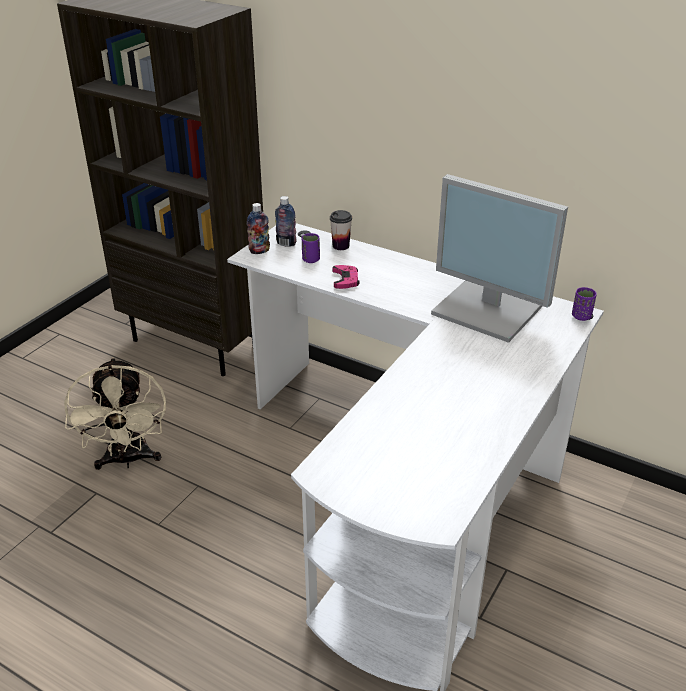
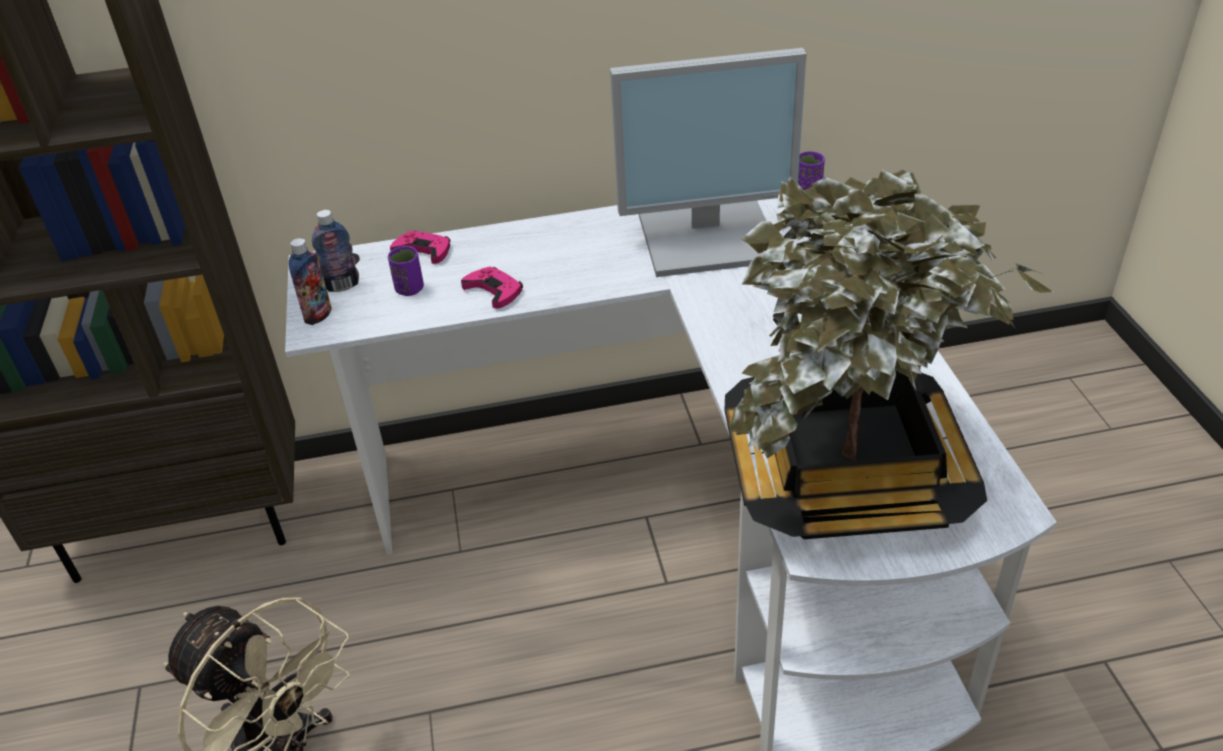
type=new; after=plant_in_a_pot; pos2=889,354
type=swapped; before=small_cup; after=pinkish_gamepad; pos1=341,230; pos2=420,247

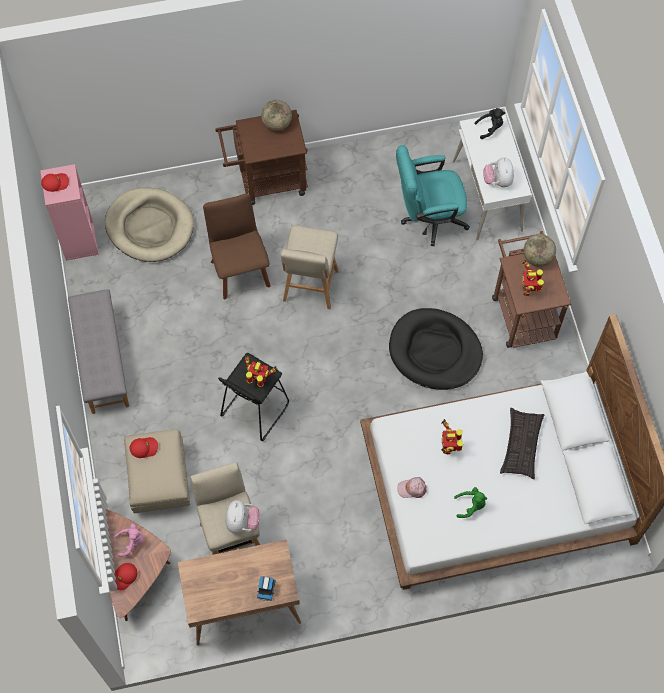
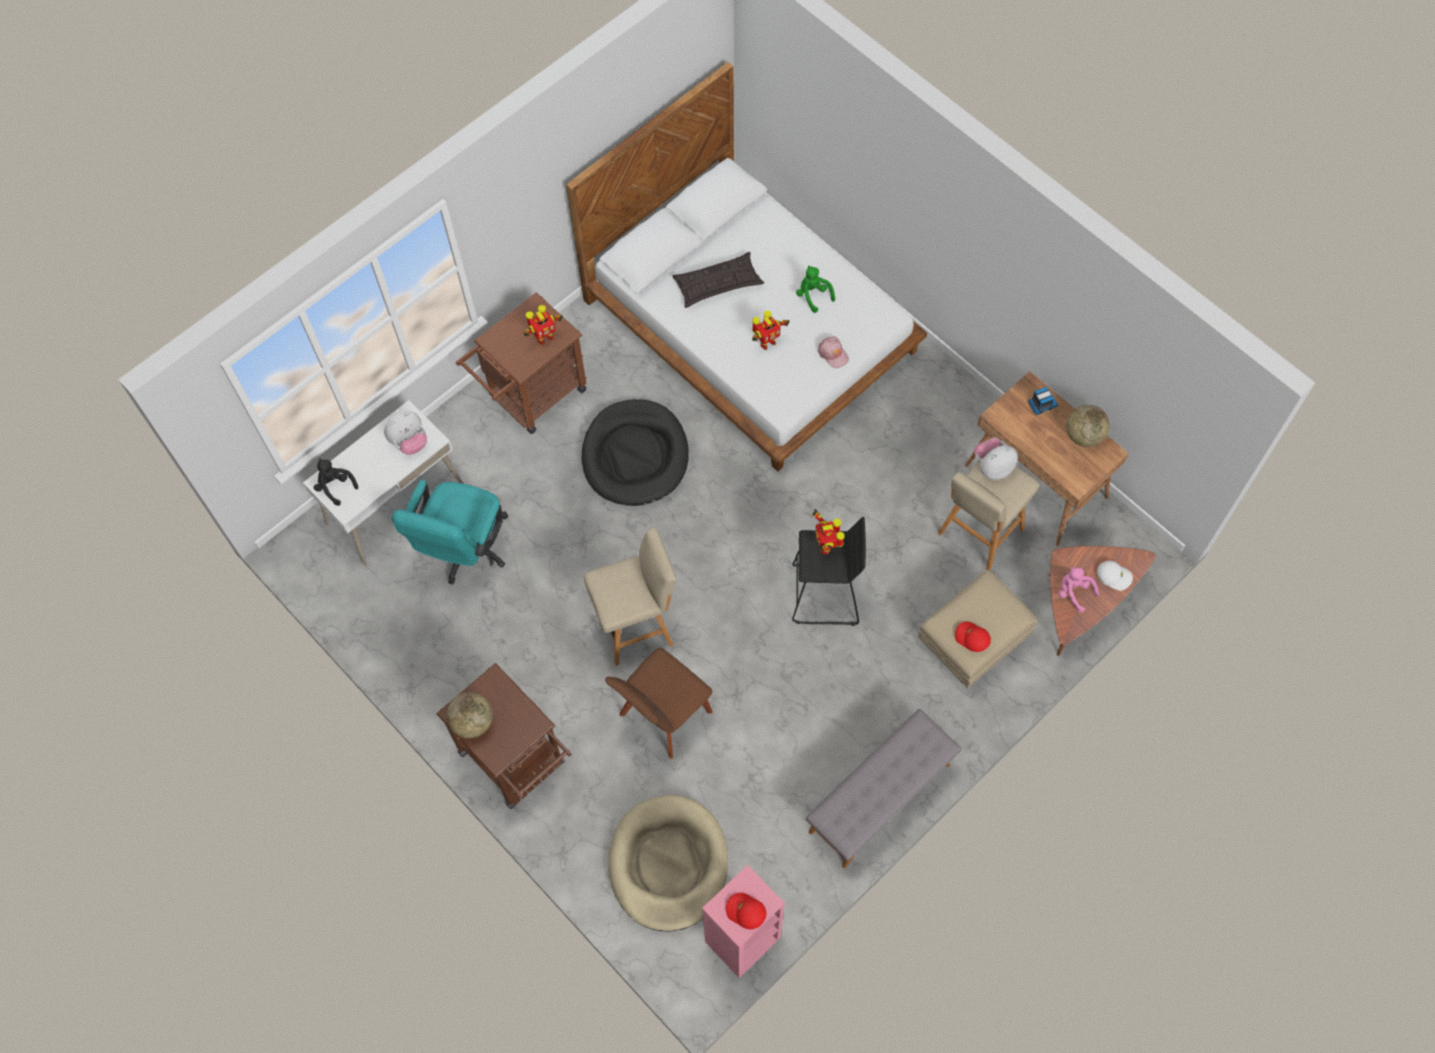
type=shifted; before=world_globe; pos1=539,250; pos2=1088,426
type=repainted; before=red_cap; after=white_cap; pos1=125,577; pos2=1115,576
type=rotated; before=turquoise_computer_chair; pos1=433,195; pos2=450,531; turn=60

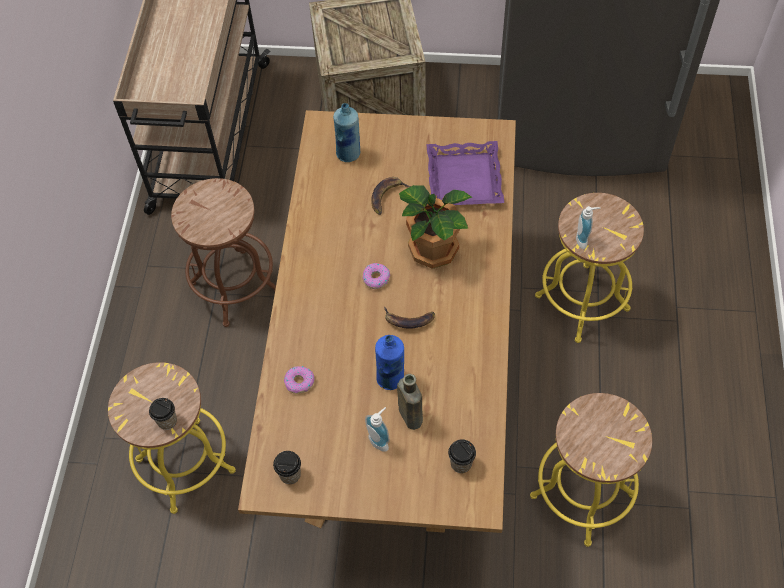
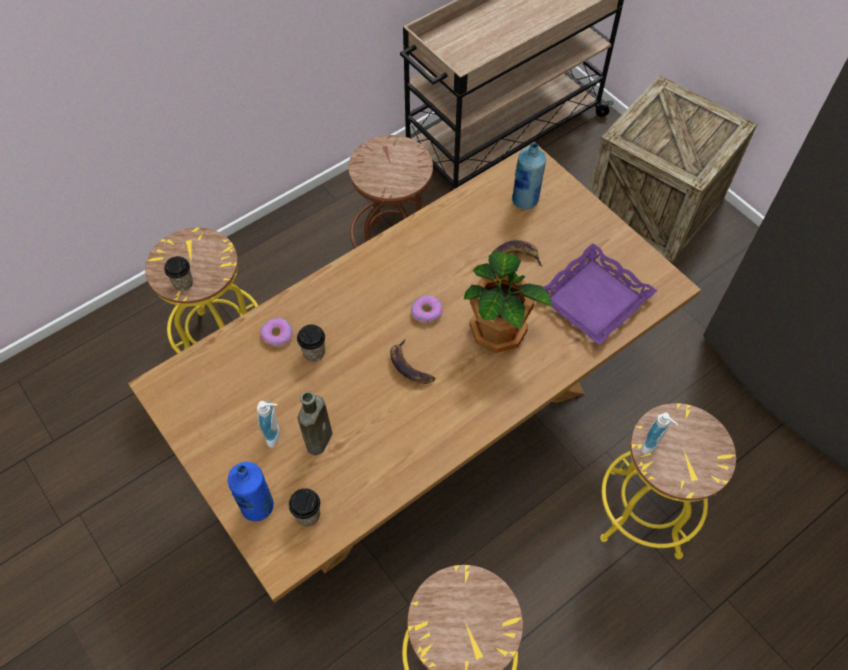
type=shifted; before=small_cup; pos1=287,467; pos2=311,343
type=shifted; before=blue-coloured_drink_bottle; pos1=389,362; pos2=251,491

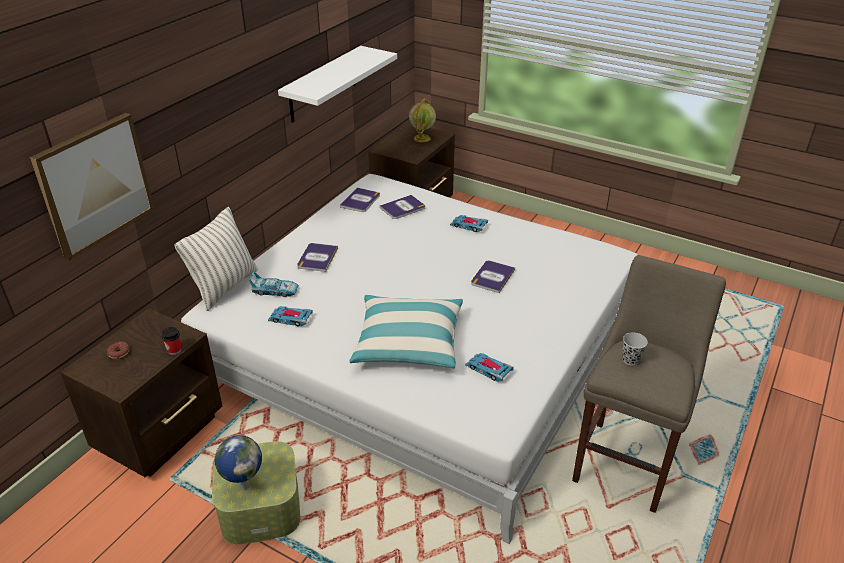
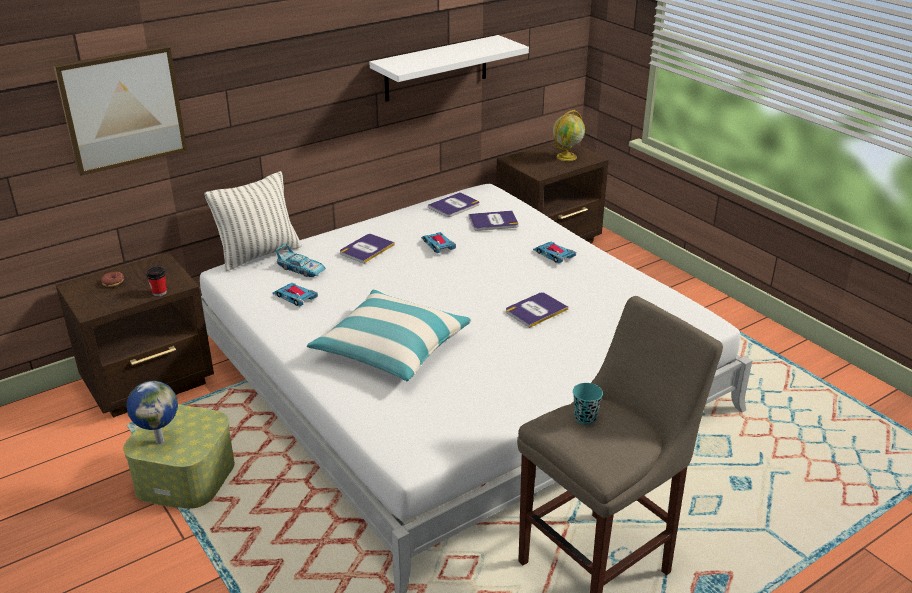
type=shifted; before=model_car; pos1=489,367; pos2=438,242
type=repainted; before=black_small_cup; after=turquoise_small_cup; pos1=635,349; pos2=588,404

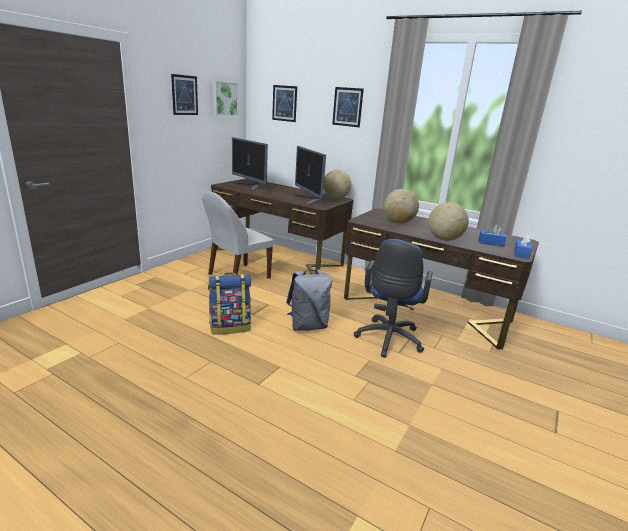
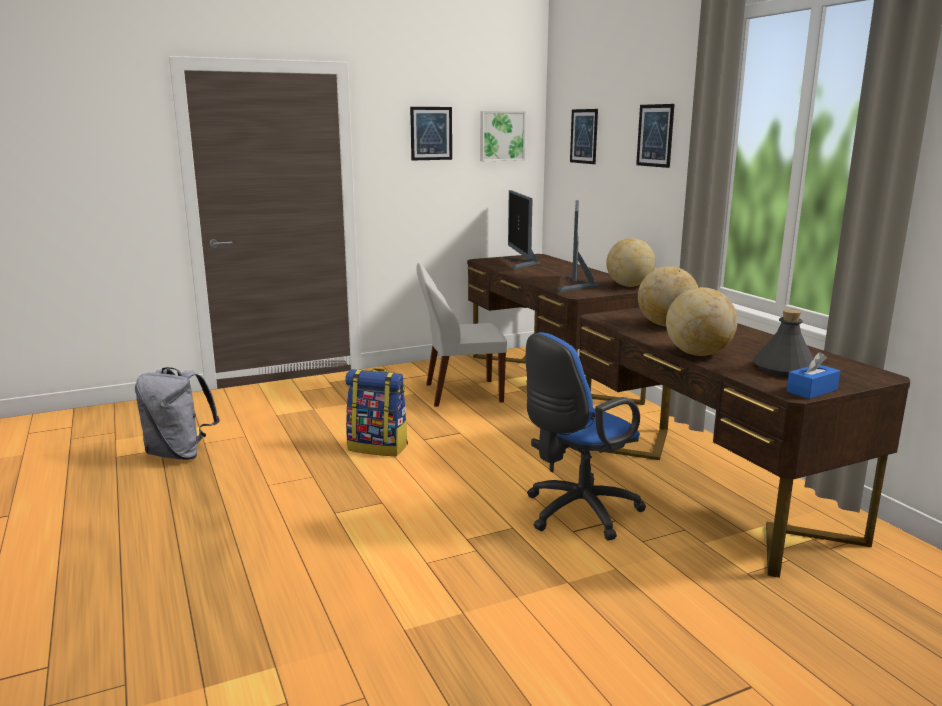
type=shifted; before=greyish_backpack; pos1=309,300; pos2=177,413
type=swapped; before=blue-coloured_tissue_box; after=greyish_drink_bottle; pos1=492,235; pos2=783,343

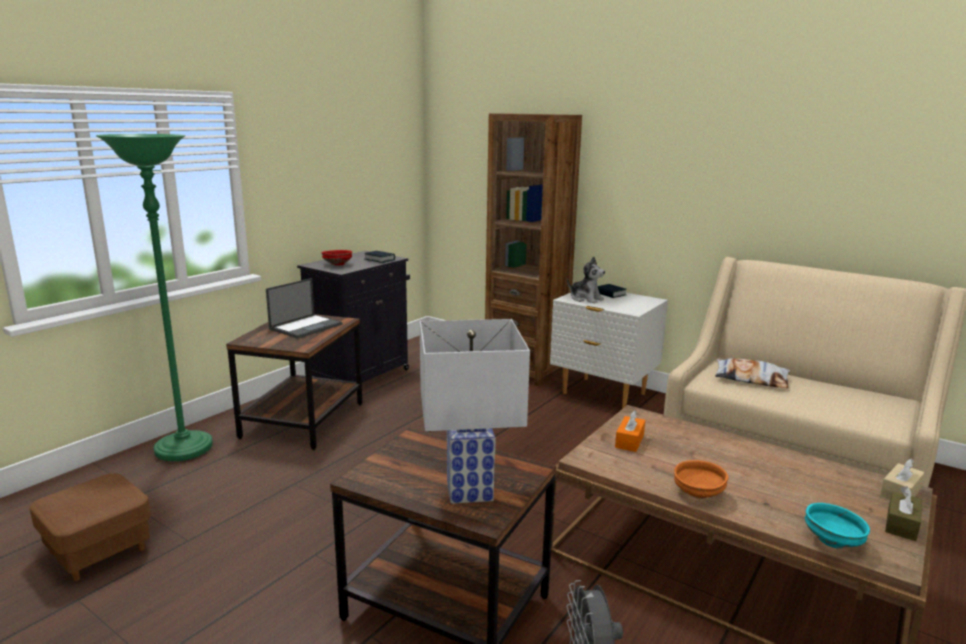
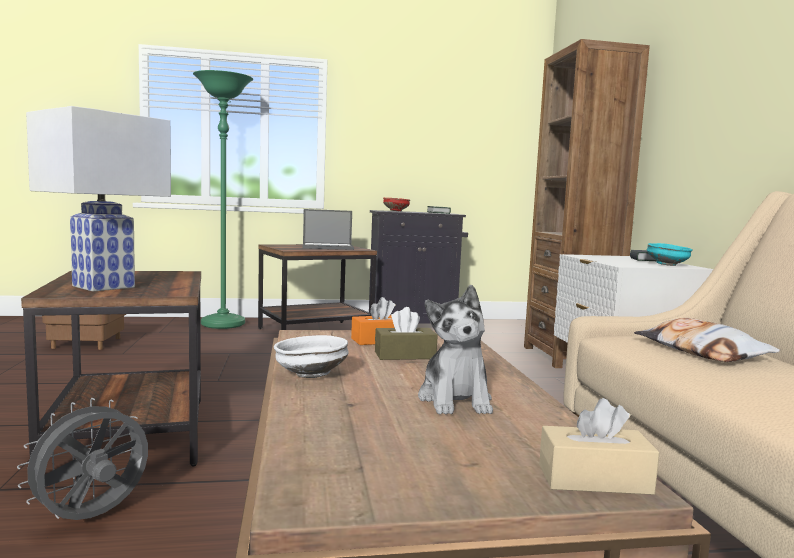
type=shifted; before=plush_toy; pos1=586,280; pos2=455,349
type=shifted; before=turquoise_serving_bowl; pos1=837,526; pos2=670,254
type=shifted; before=brown_tissue_box; pos1=903,513; pos2=406,333
type=repainted; before=orange_serving_bowl; after=white_serving_bowl; pos1=701,479; pos2=311,356

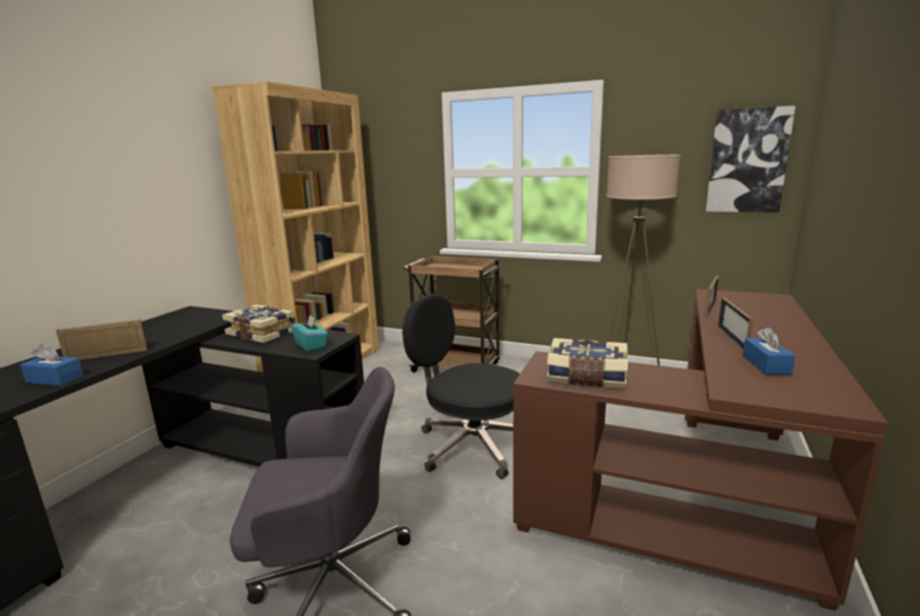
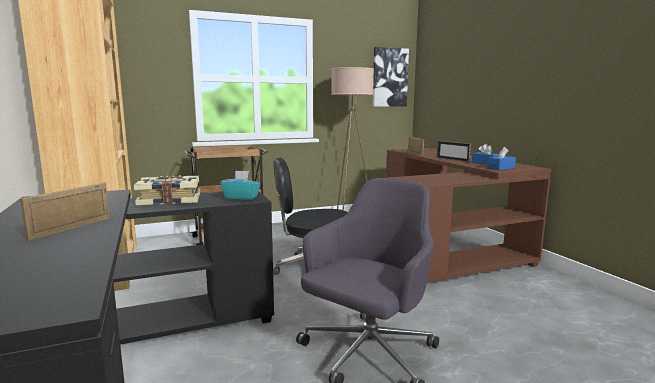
type=gone; before=book; pos1=587,363
type=shifted; before=blue-coloured_tissue_box; pos1=51,365; pos2=502,158

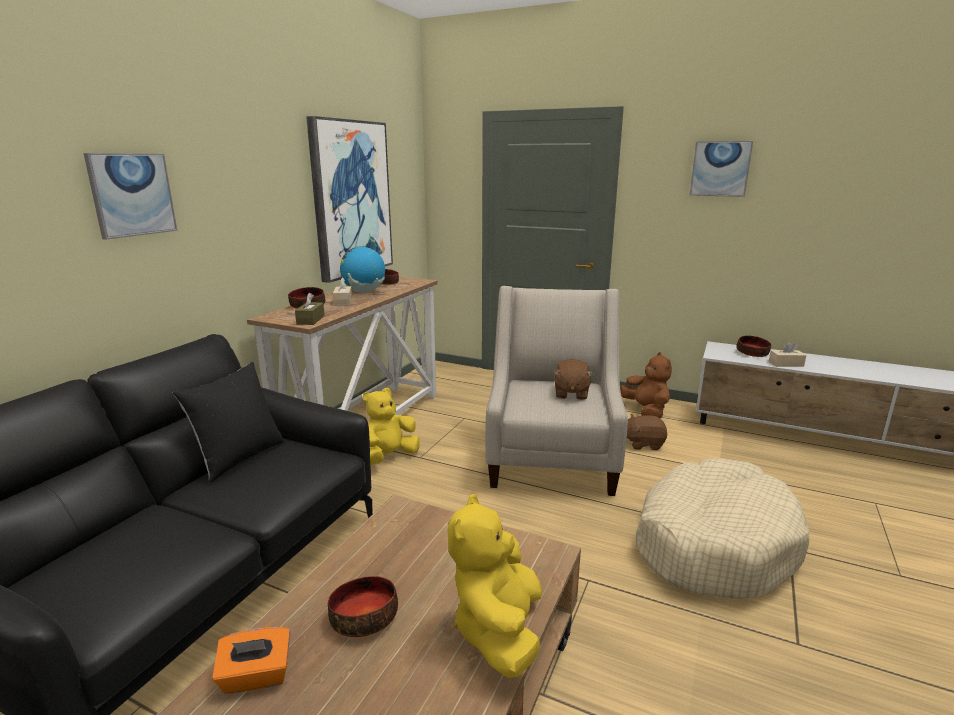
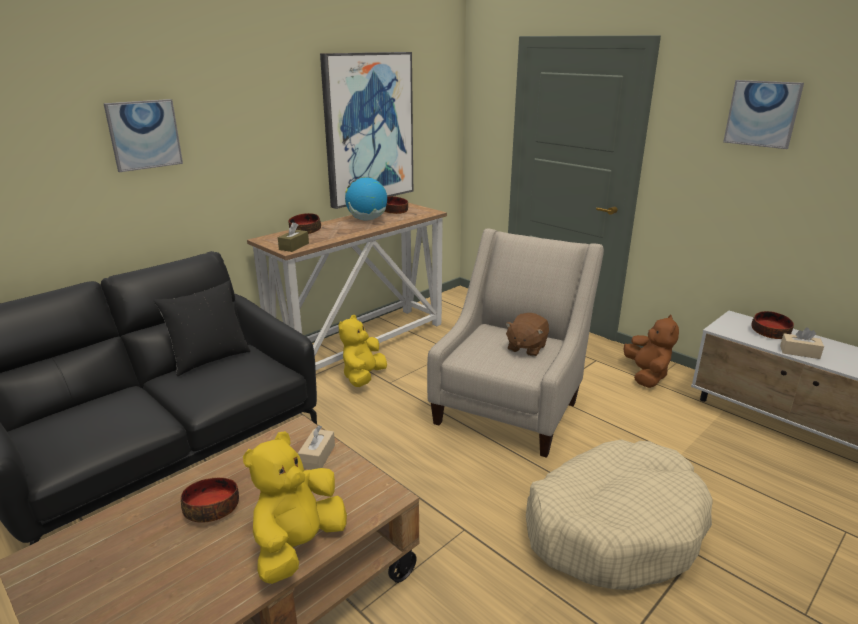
type=gone; before=orange_tissue_box; pos1=251,660
type=gone; before=brown_plush_toy; pos1=647,432
type=shifted; before=beige_tissue_box; pos1=342,291; pos2=316,447
type=rotated; before=yellowish_plush_toy; pos1=391,426; pos2=363,351; turn=-45

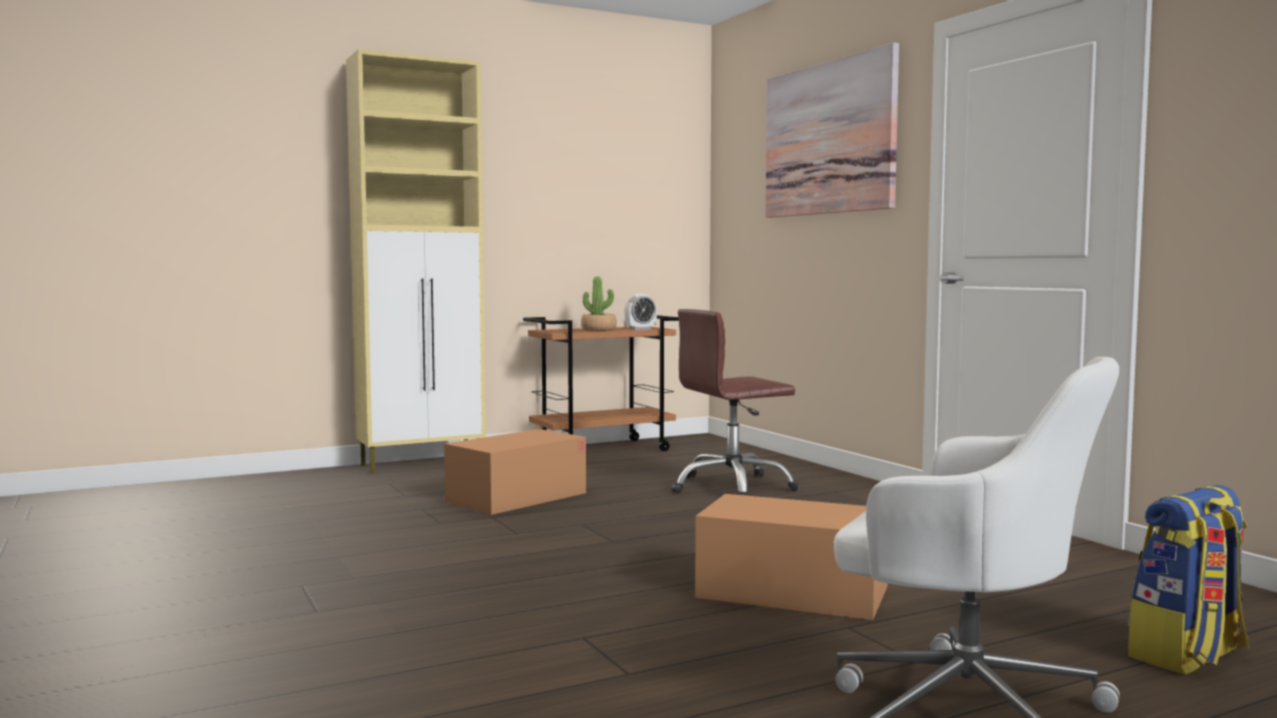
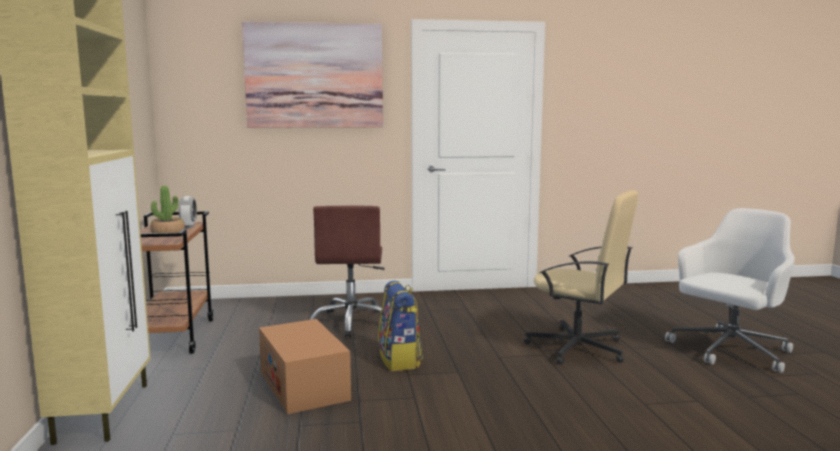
type=shifted; before=backpack; pos1=1189,579; pos2=400,326
type=swapped; before=packing_box; after=beige_computer_chair; pos1=791,557; pos2=581,277

